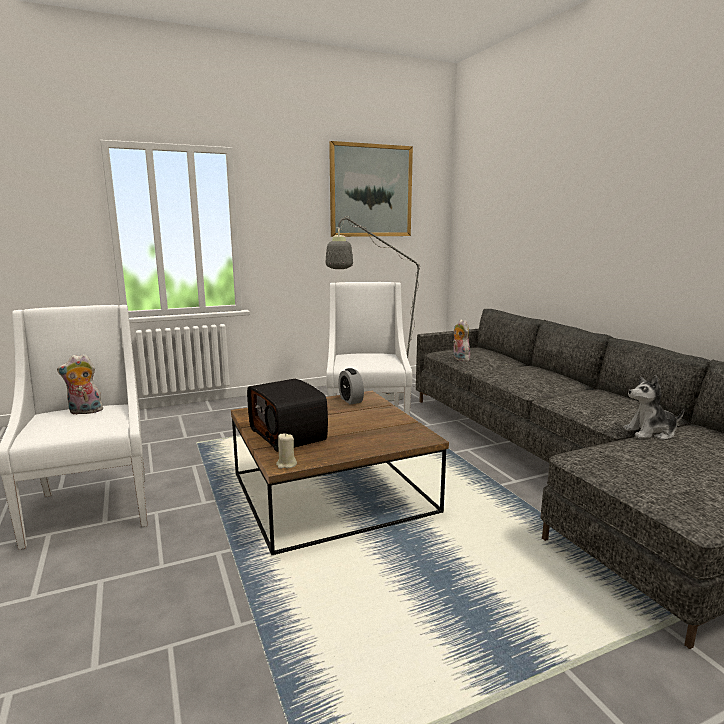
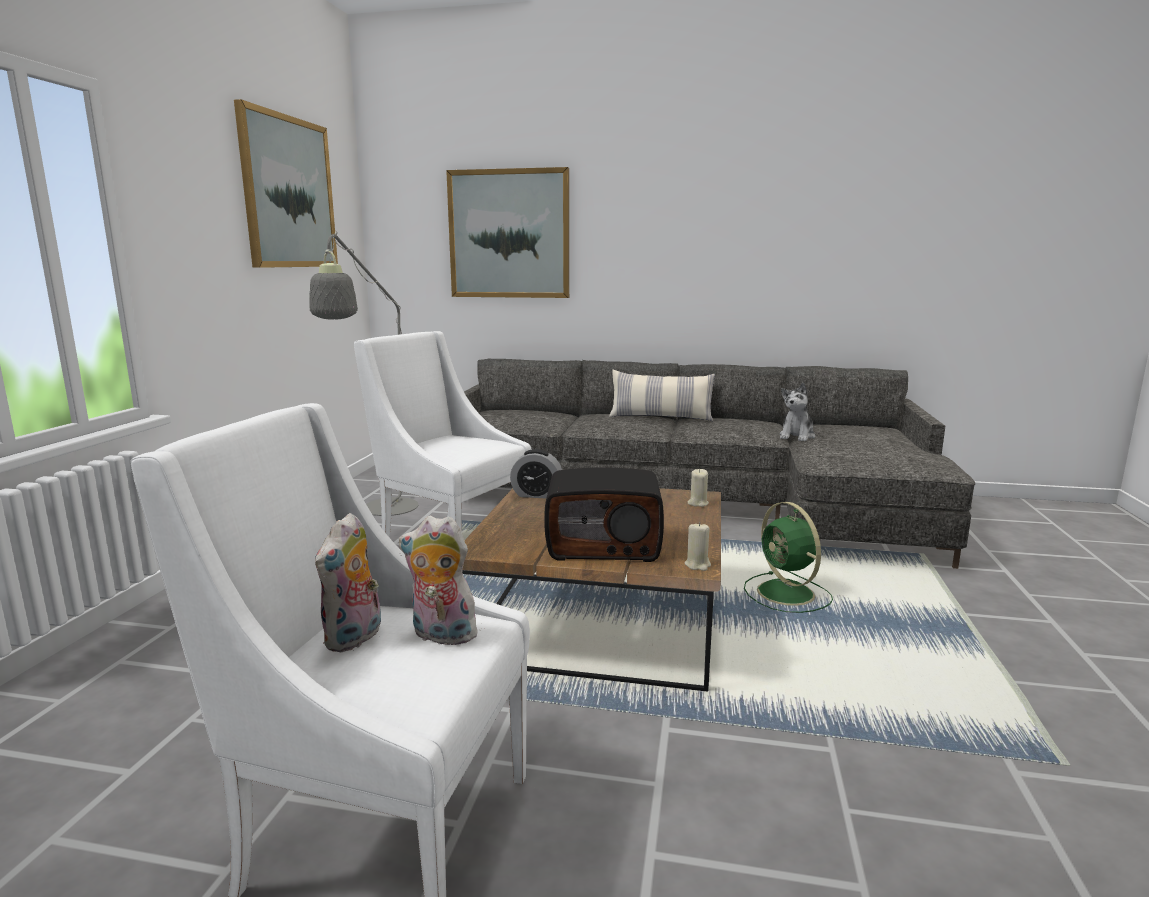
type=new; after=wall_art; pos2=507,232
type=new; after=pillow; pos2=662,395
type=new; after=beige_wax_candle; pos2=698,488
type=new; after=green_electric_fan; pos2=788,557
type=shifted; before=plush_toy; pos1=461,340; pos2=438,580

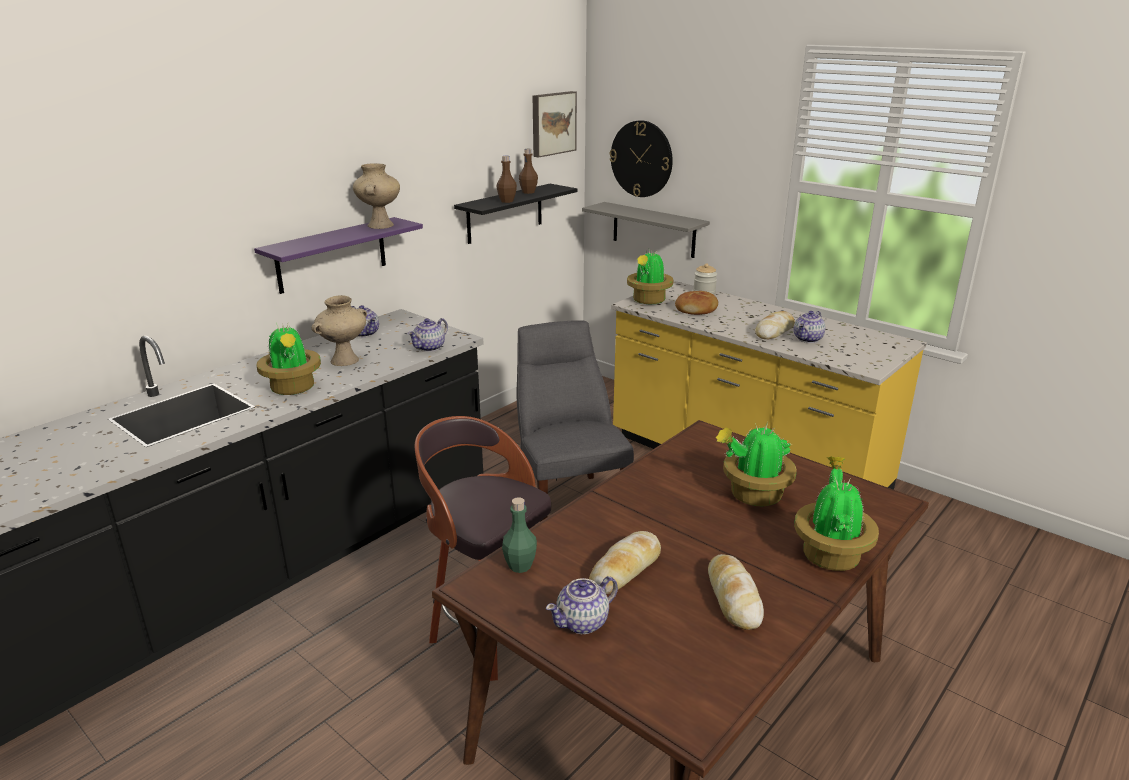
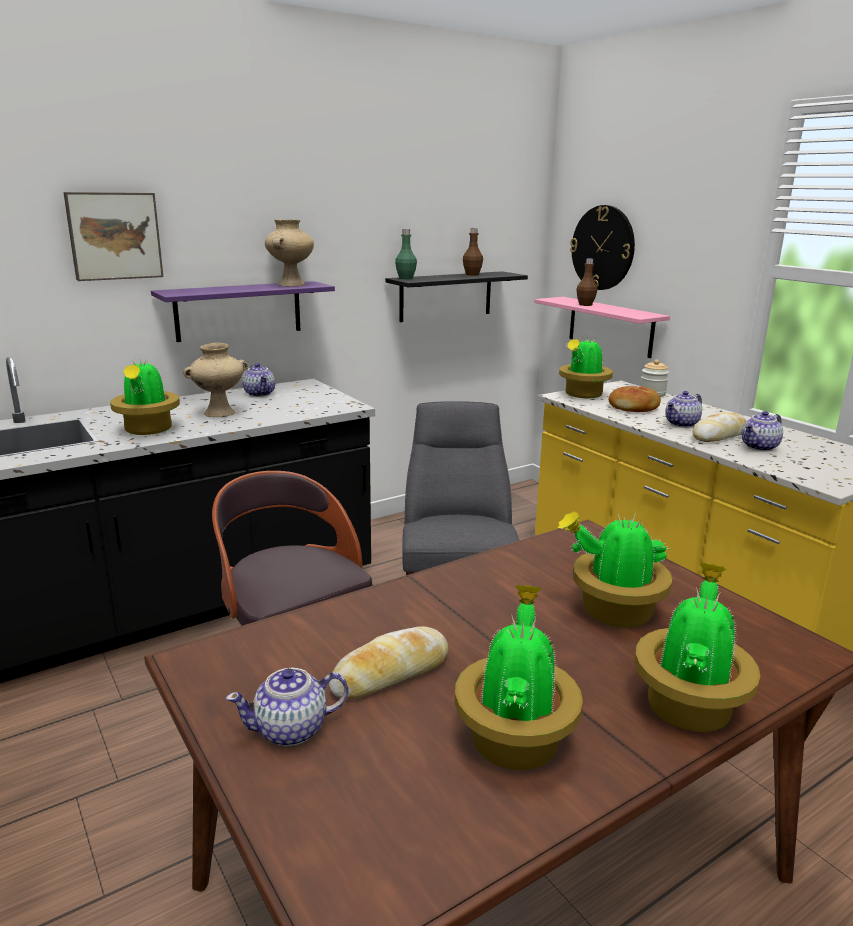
type=shifted; before=pot_for_tea; pos1=428,335; pos2=683,409
type=shifted; before=brown_drink_bottle; pos1=506,179; pos2=586,282
type=shifted; before=green_drink_bottle; pos1=519,535; pos2=406,254
type=shifted; before=wall_art; pos1=555,124; pos2=113,236
type=swapped; before=bread; after=plant_in_a_pot; pos1=736,592; pos2=519,677
type=repainted; before=greyish_bracket_shelf; after=pinkish_bracket_shelf; pos1=646,230; pos2=602,327

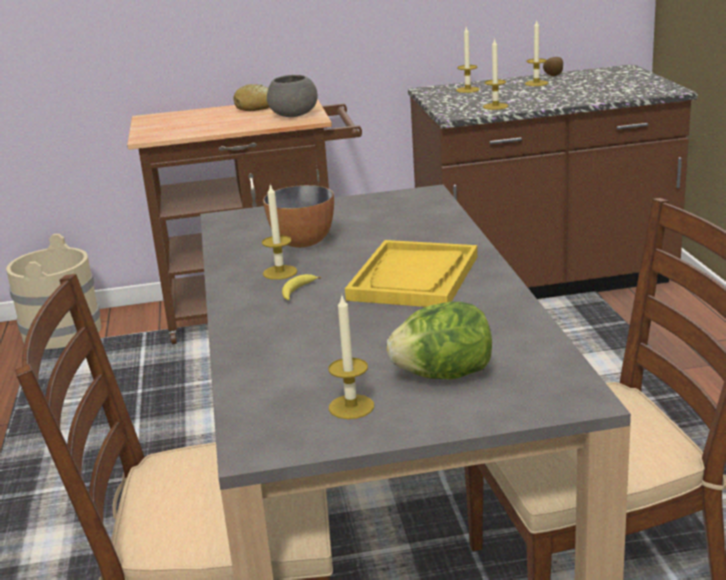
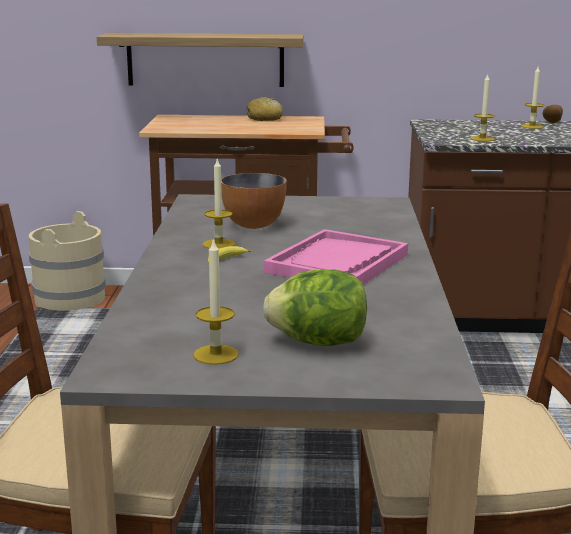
type=gone; before=greyish_serving_bowl; pos1=292,96
type=gone; before=wax_candle; pos1=468,60
type=new; after=bracket_shelf; pos2=200,60
type=repainted; before=yellowish_carrying_tray; after=pinkish_carrying_tray; pos1=411,273; pos2=336,257

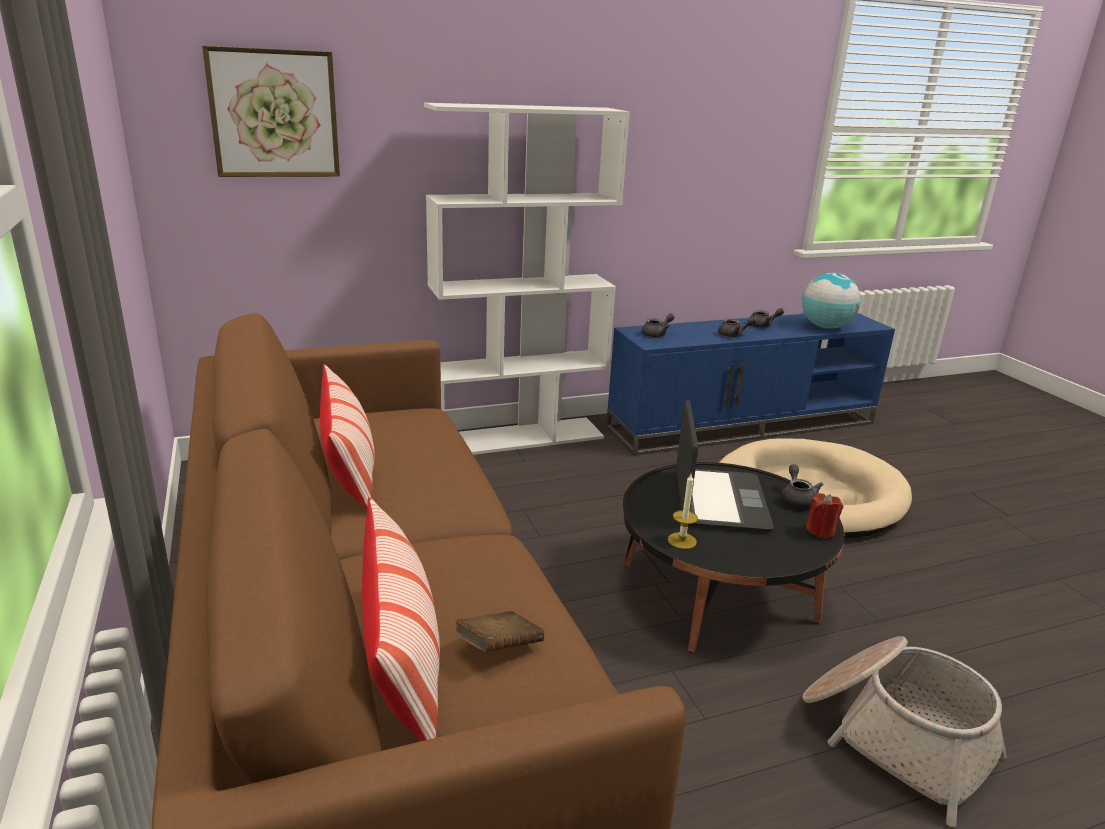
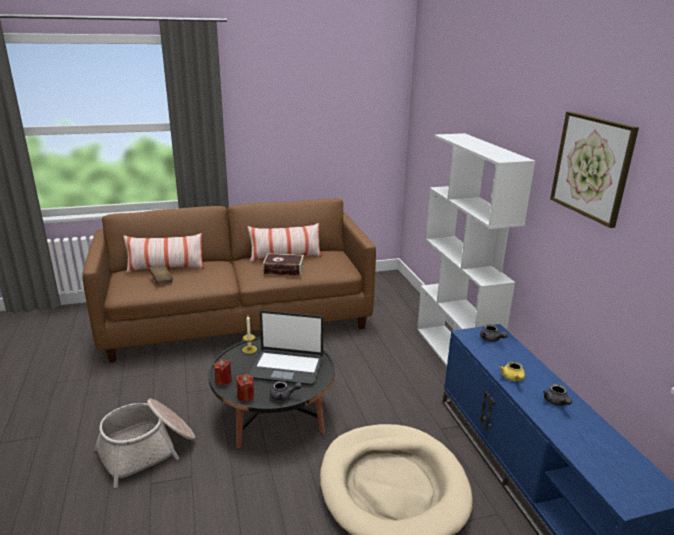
type=gone; before=world_globe; pos1=831,301
type=new; after=red_wax_candle; pos2=223,372
type=new; after=book; pos2=283,264
type=shifted; before=wall_art; pos1=271,111; pos2=594,169
type=repainted; before=greyish_pot_for_tea; after=yellowish_pot_for_tea; pos1=737,327; pos2=512,371

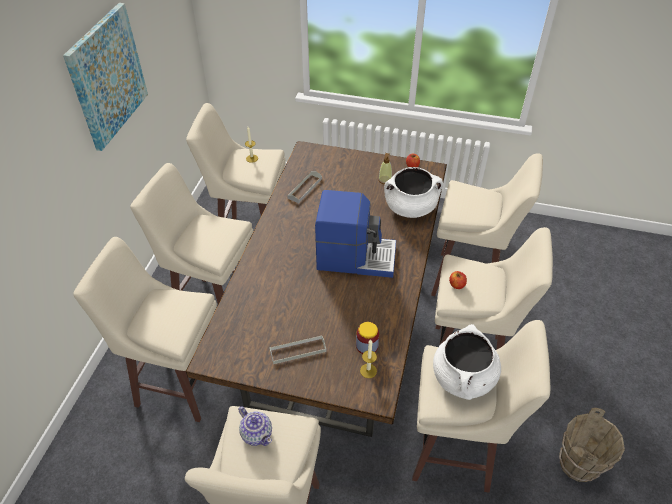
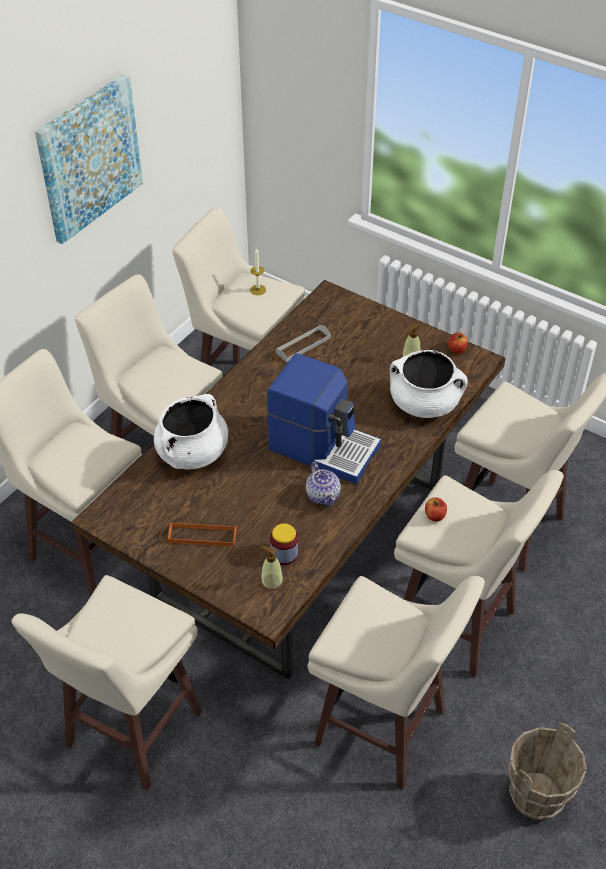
type=shifted; before=pot_for_tea; pos1=255,426; pos2=323,484
type=shifted; before=white_saucepot; pos1=467,362; pos2=191,431
type=swapped; before=wax_candle; after=soap_bottle; pos1=368,359; pos2=272,568
type=repainted; before=greyish_carrying_tray; after=orange_carrying_tray; pos1=298,349; pos2=202,534

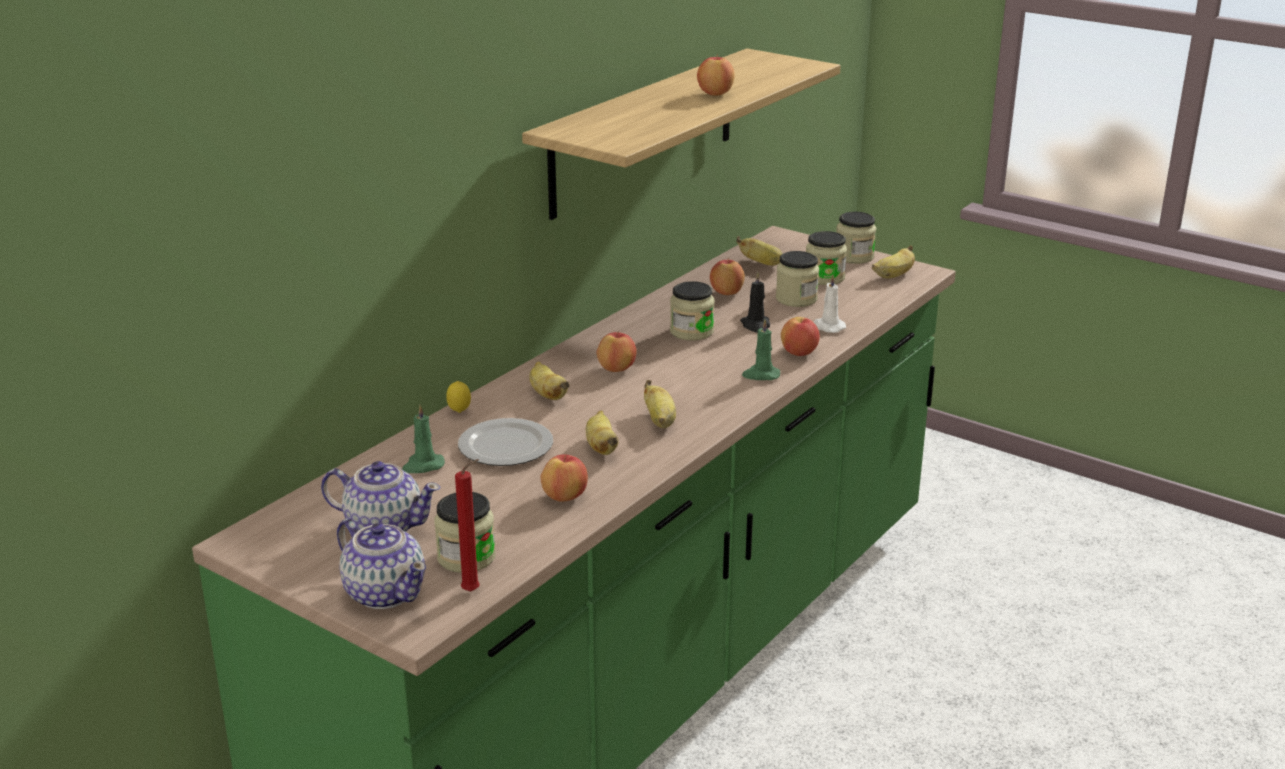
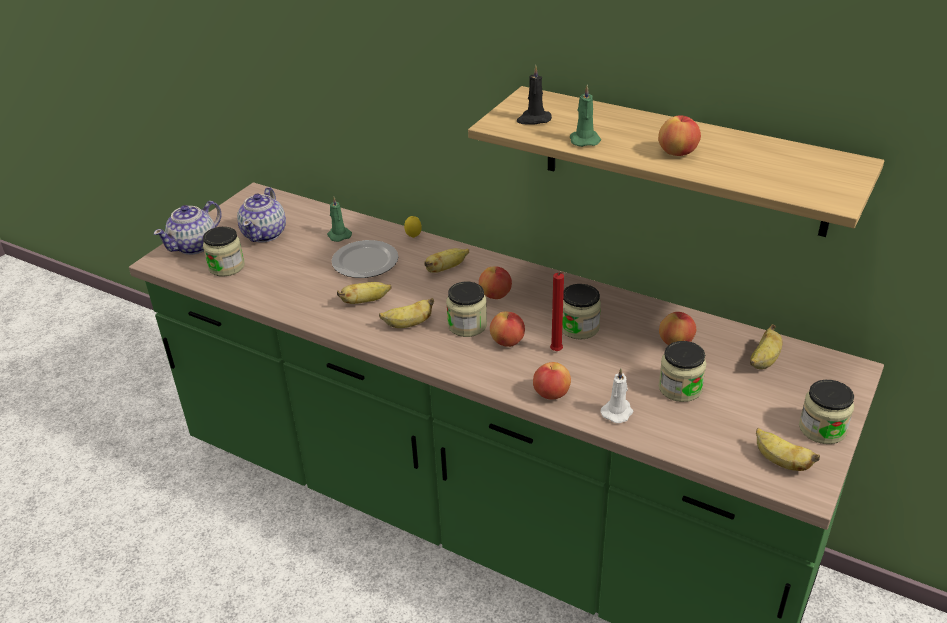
type=shifted; before=red_wax_candle; pos1=467,525; pos2=557,311
type=shifted; before=apple; pos1=564,478; pos2=507,329
type=shifted; before=black_wax_candle; pos1=755,302; pos2=534,95
type=shifted; before=green_wax_candle; pos1=761,349; pos2=585,116
type=shifted; before=preserve_jar; pos1=826,258; pos2=466,309

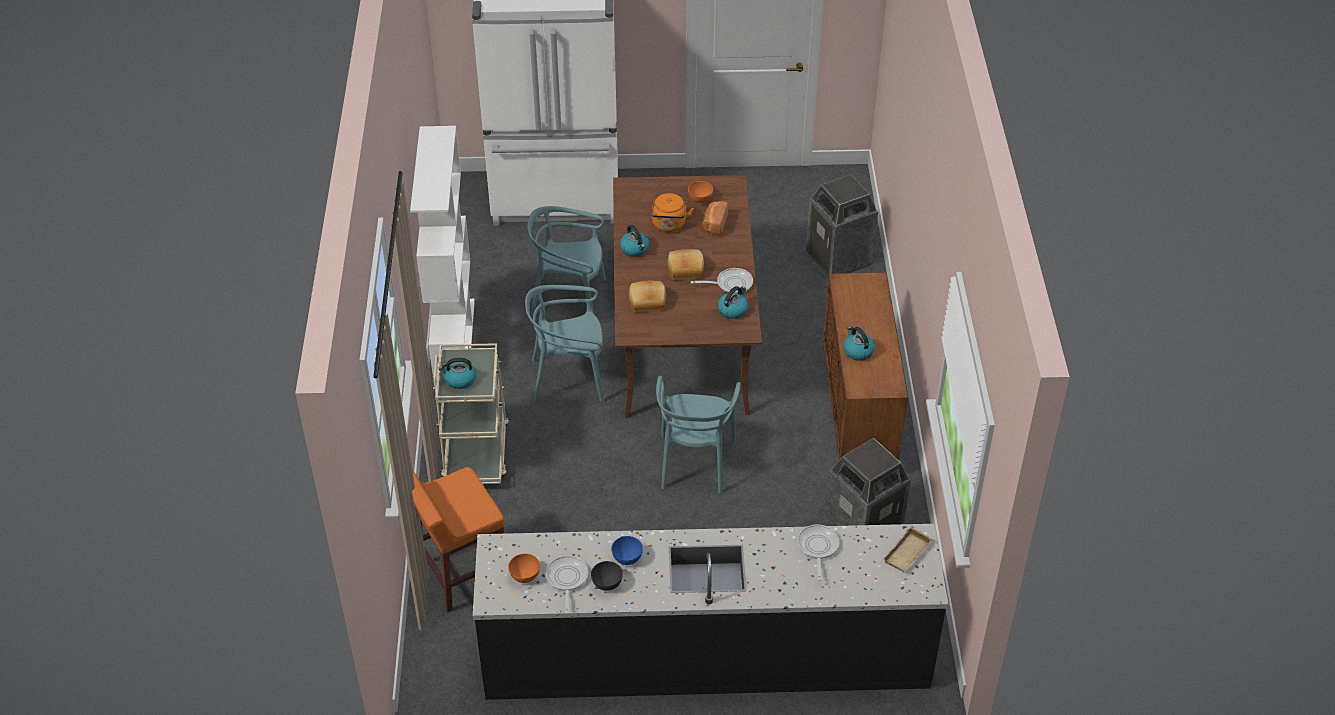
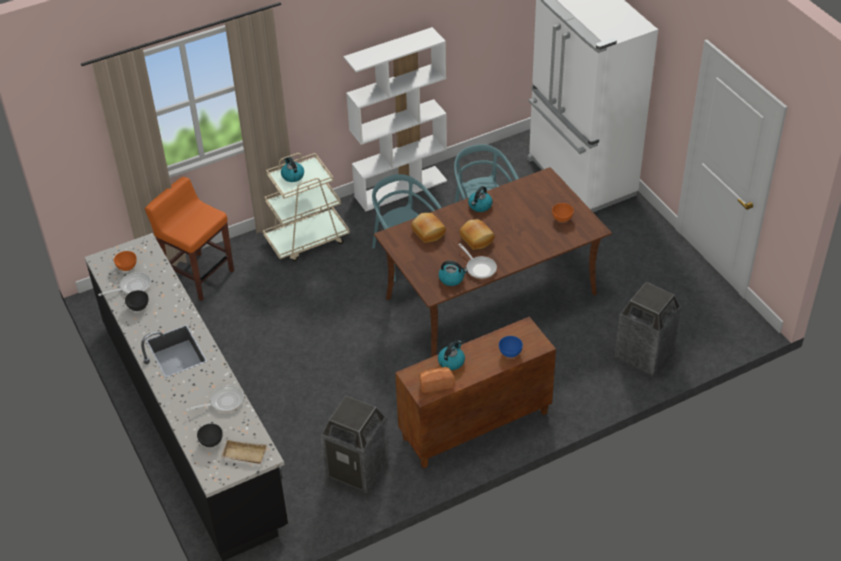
type=gone; before=orange_water_kettle; pos1=672,212
type=gone; before=turquoise_plain_chair; pos1=698,435
type=new; after=greyish_serving_bowl; pos2=210,435
type=shifted; before=blue-coloured_serving_bowl; pos1=627,550; pos2=511,347
type=shifted; before=bread; pos1=715,218; pos2=437,380

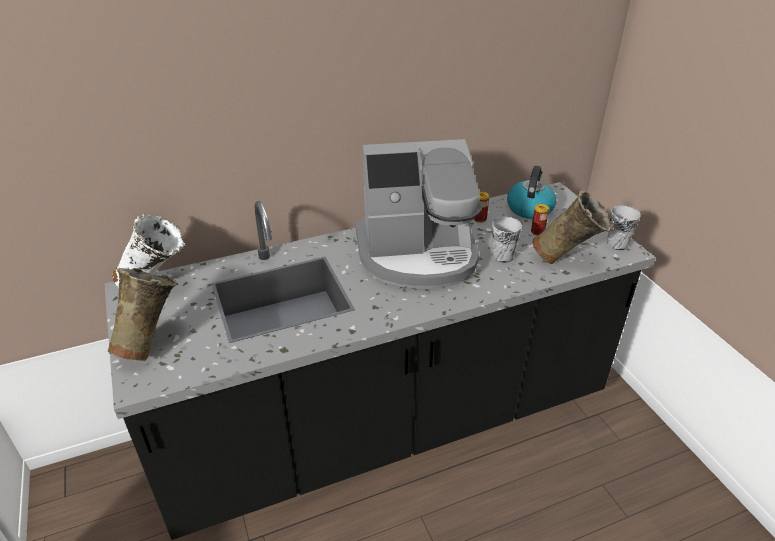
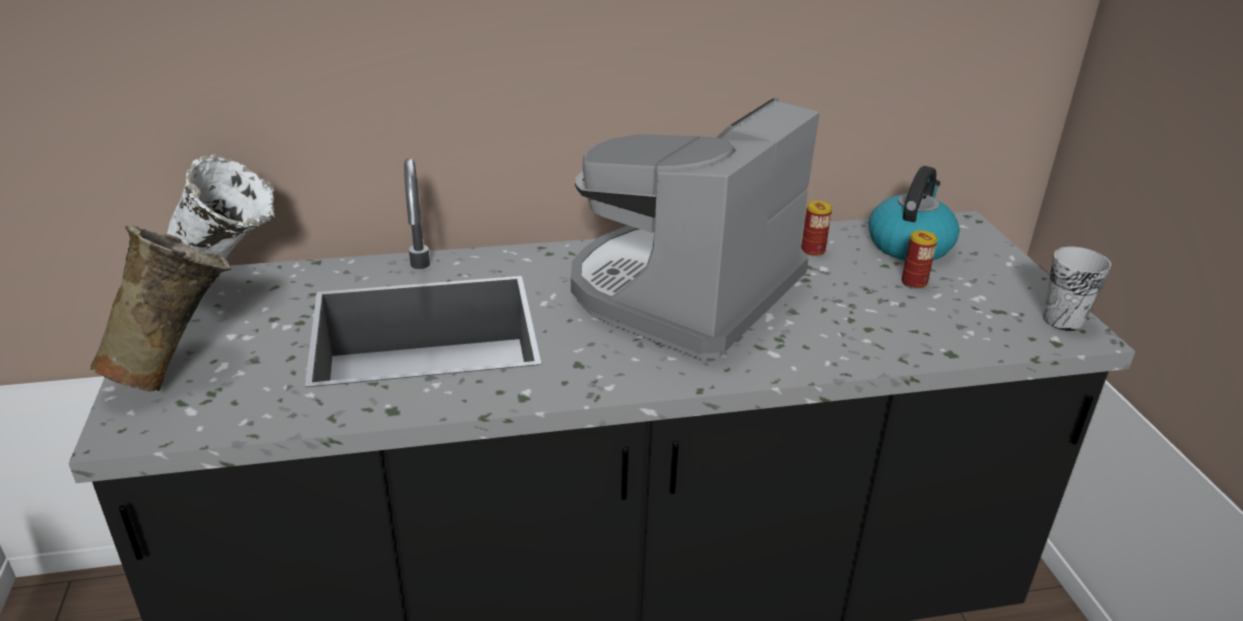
type=gone; before=small_cup; pos1=507,240
type=gone; before=beige_flower_vase; pos1=573,227
type=rotated; before=coffee_maker; pos1=418,214; pos2=695,228; turn=120

